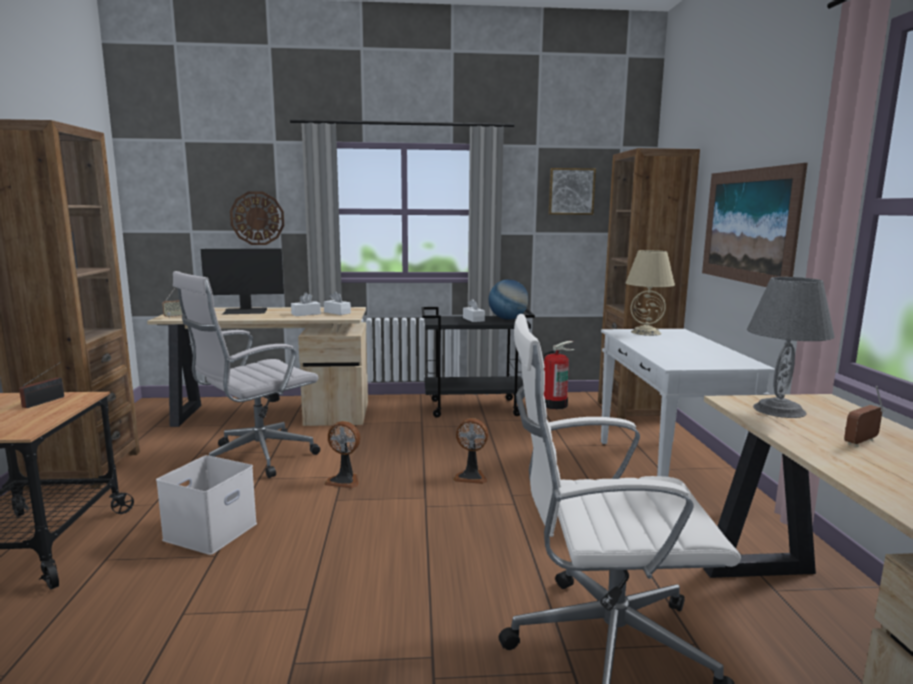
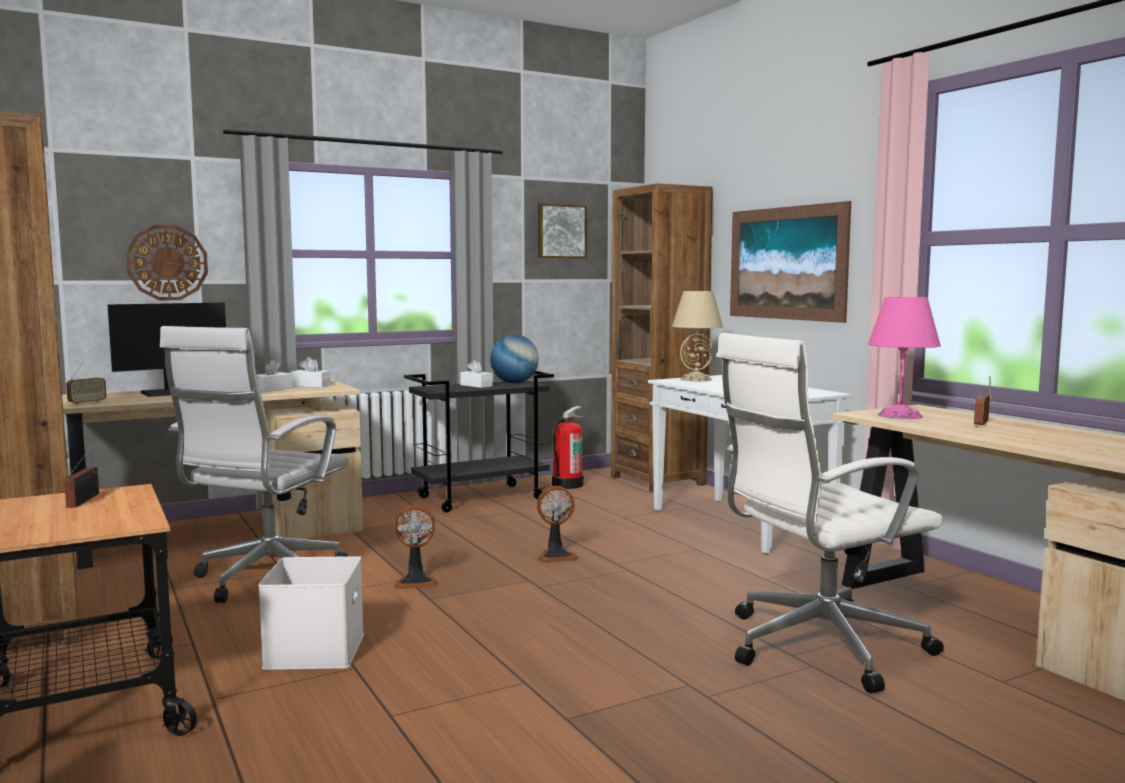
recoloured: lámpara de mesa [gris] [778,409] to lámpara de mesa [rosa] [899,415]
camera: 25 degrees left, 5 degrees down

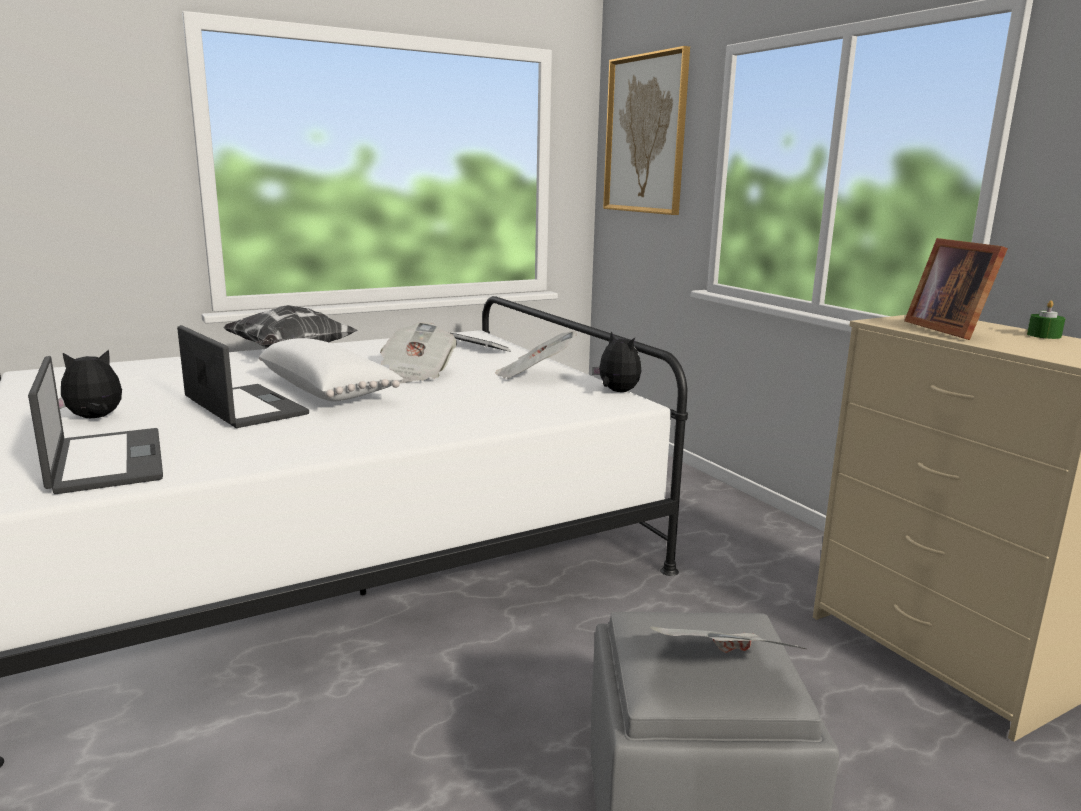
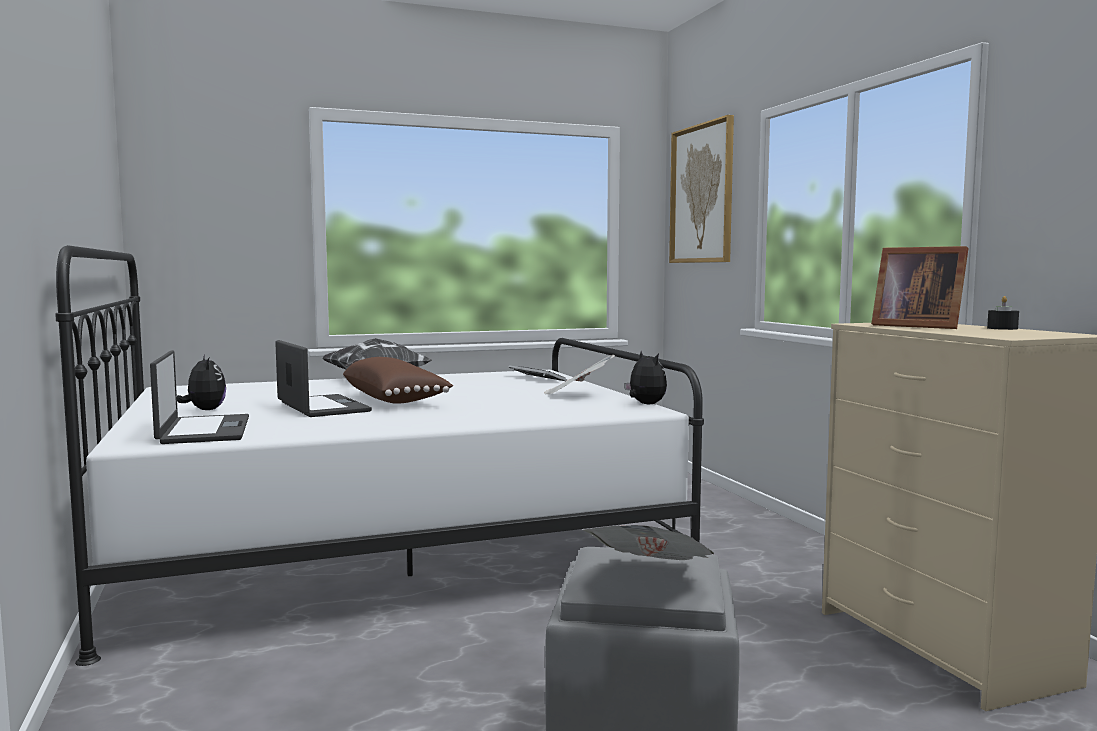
removed: periódico [416,374]
recoloured: cojín [blanco] [328,390] to cojín [marrón] [395,400]; vela [verde] [1043,335] to vela [negro] [1002,328]
turned: peluche [95,418] = [204,410] 75 degrees clockwise; portarretratos [949,330] = [915,326] 45 degrees counterclockwise
camera: 10 degrees right, 10 degrees down

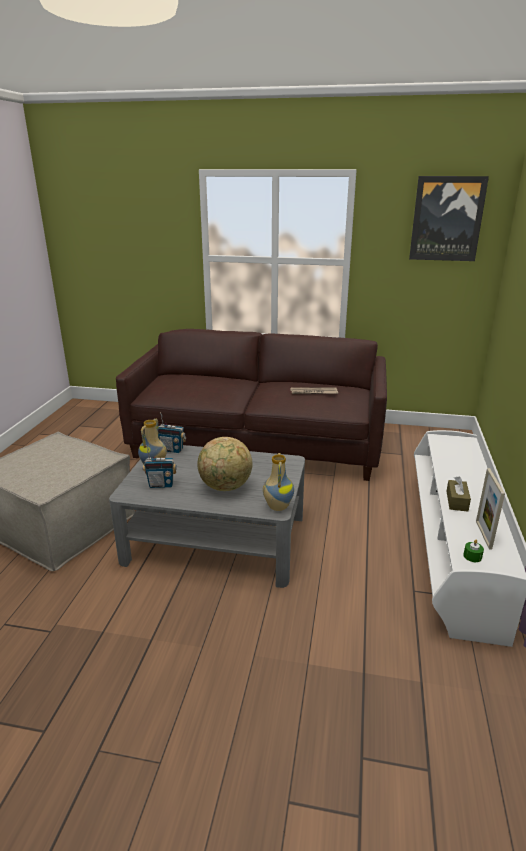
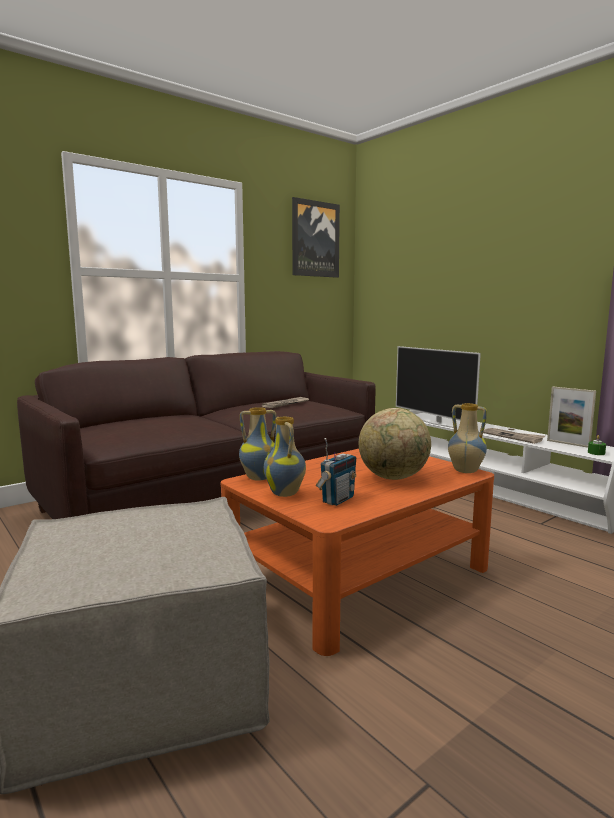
added: televisor [435,423]
replaced: radio [172,450] to florero [259,477]; caja de pañuelos [marrón] [457,501] to periódico [512,437]
recoloured: mesa de centro [gris] [216,538] to mesa de centro [naranja] [358,573]
camera: 50 degrees left, 15 degrees down

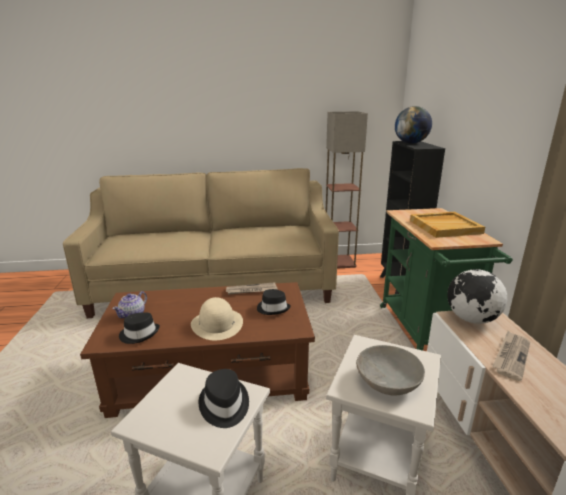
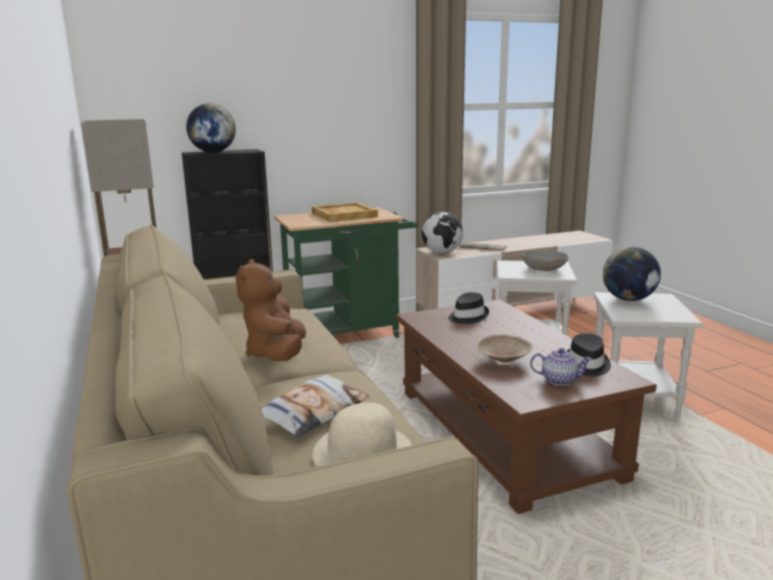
removed: periódico [251,290]
added: peluche [marrón] [276,354]; cojín [313,412]; cuenco [beis] [503,360]
moved: sombrero [beis] [217,324] to [362,450]
replaced: sombrero [negro] [224,405] to globo terráqueo [628,299]
camera: 105 degrees left, 5 degrees down

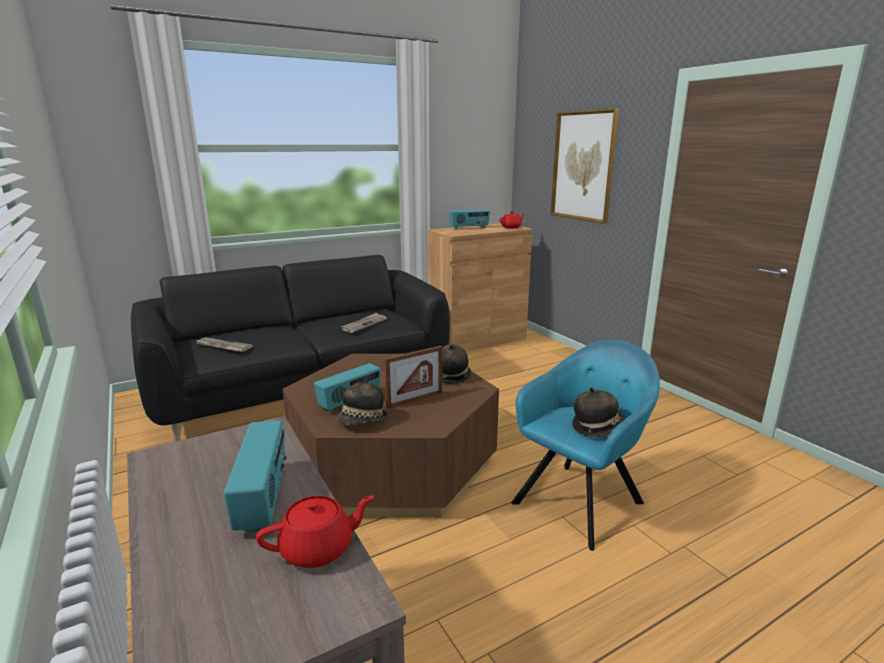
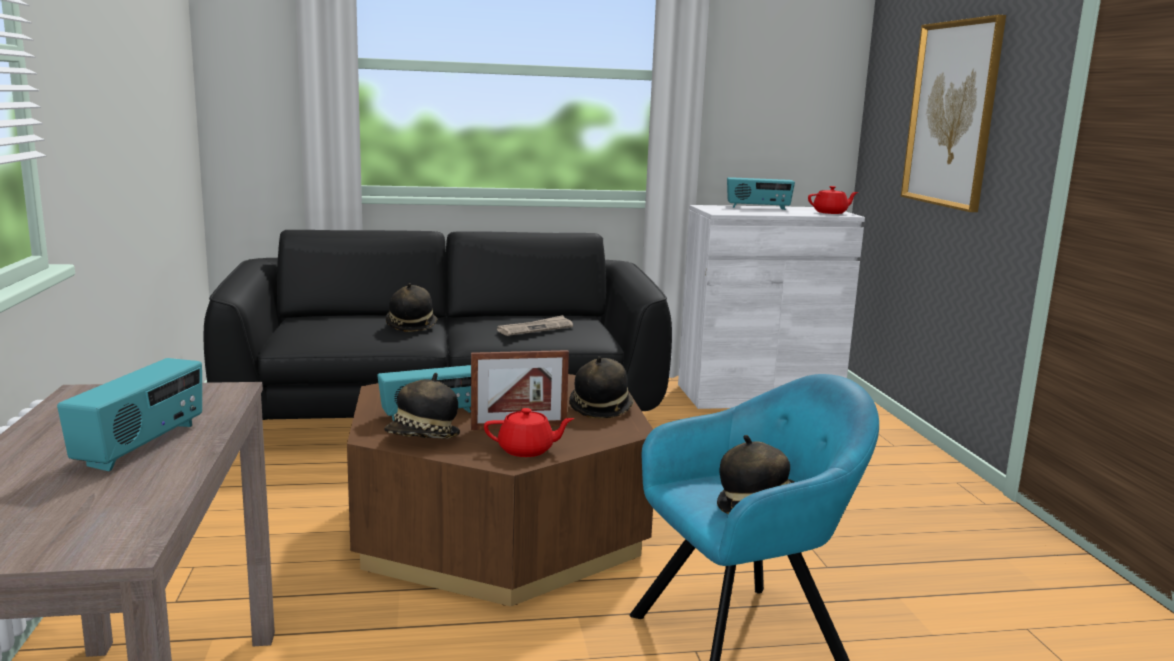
removed: periódico [222,346]
added: sombrero [411,326]
moved: tetera [rojo] [318,549] to [527,450]
recoloured: armario [marrón] [477,339] to armario [blanco] [758,395]
camera: 20 degrees right, 5 degrees down

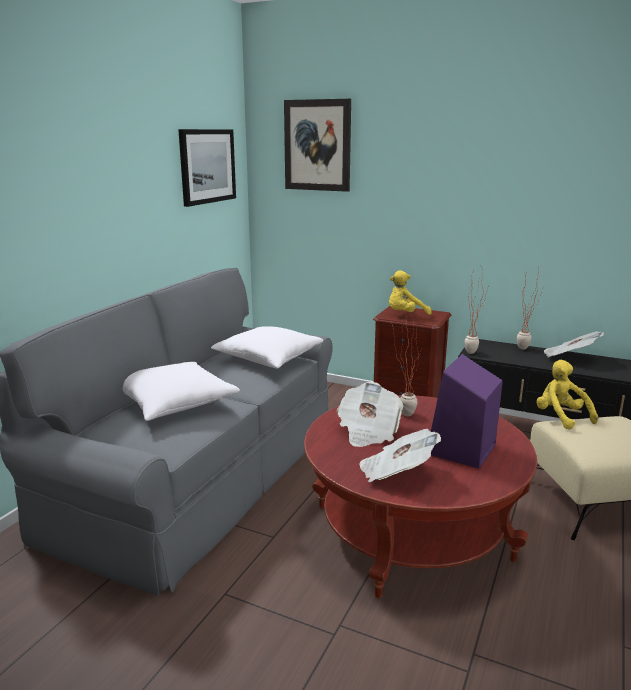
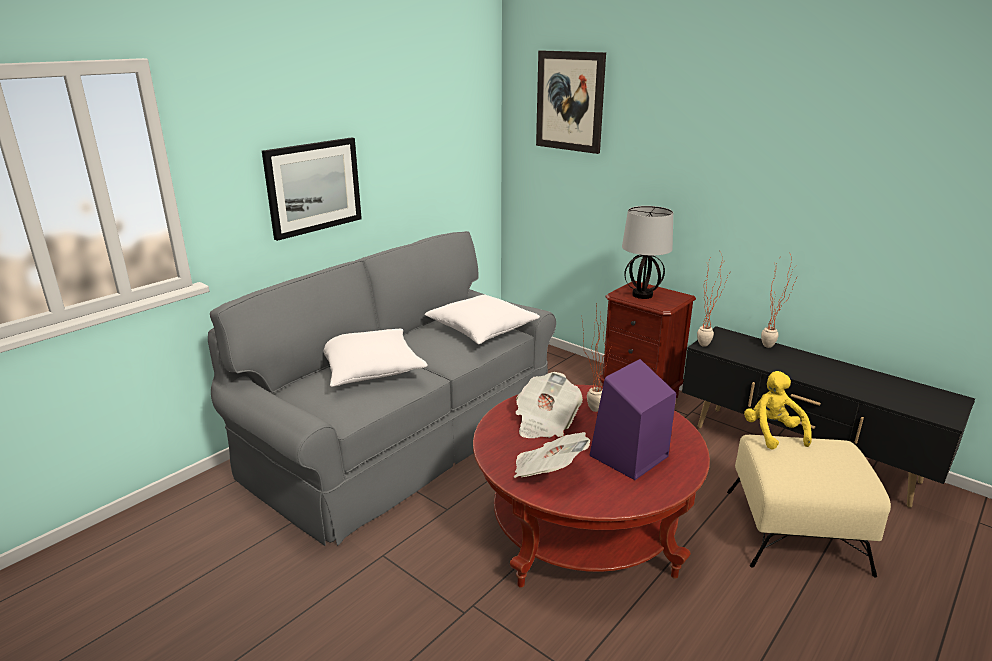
removed: periódico [569,357]
moved: cuadro [207,166] to [313,187]
replaced: peluche [amarillo] [405,315] to lámpara de mesa [641,295]
camera: 15 degrees right, 5 degrees up

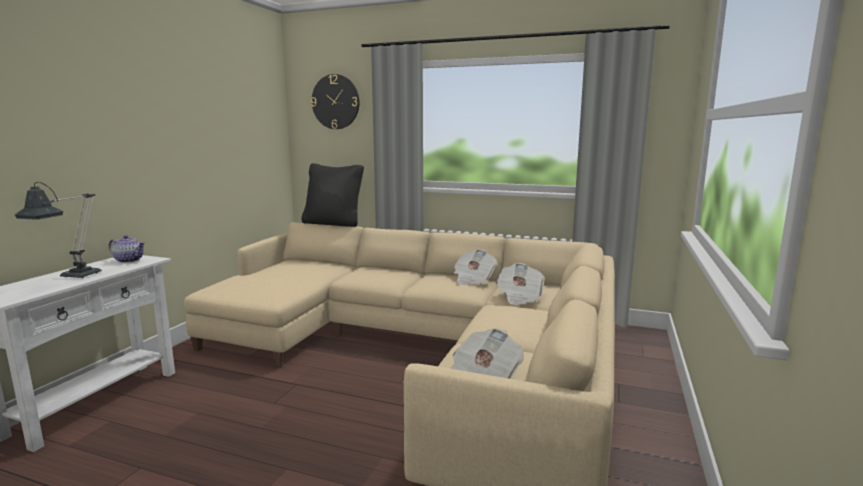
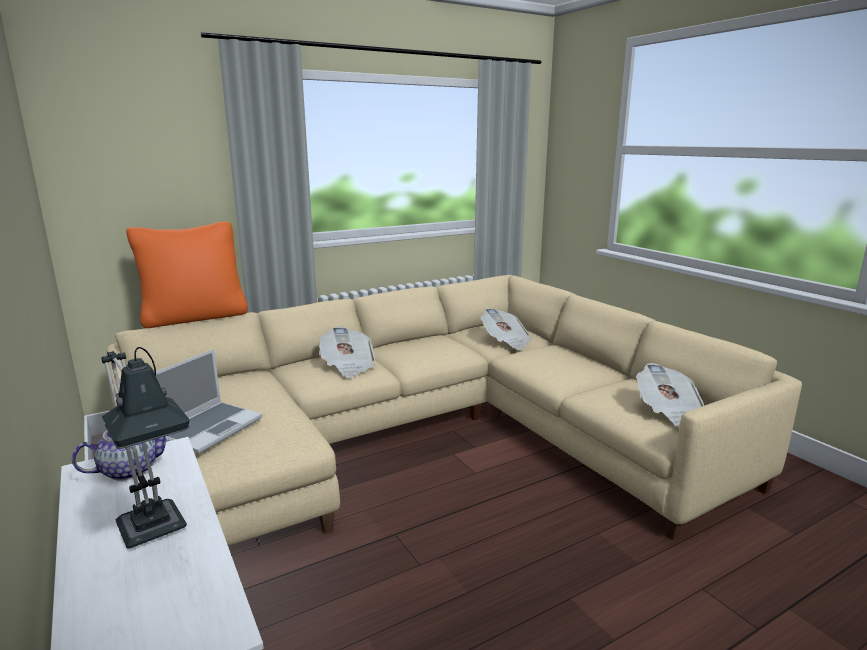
removed: reloj de pared [335,102]
added: portátil [209,428]
moved: periódico [473,279] to [348,366]
recoloured: cojín [negro] [333,223] to cojín [naranja] [195,317]
camera: 50 degrees left, 5 degrees up

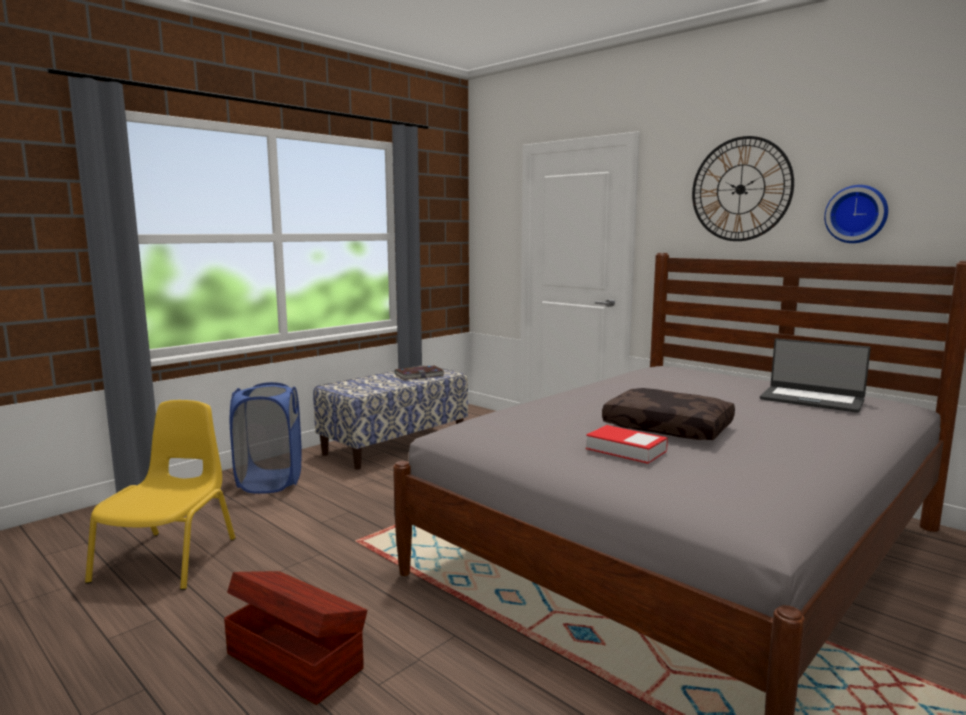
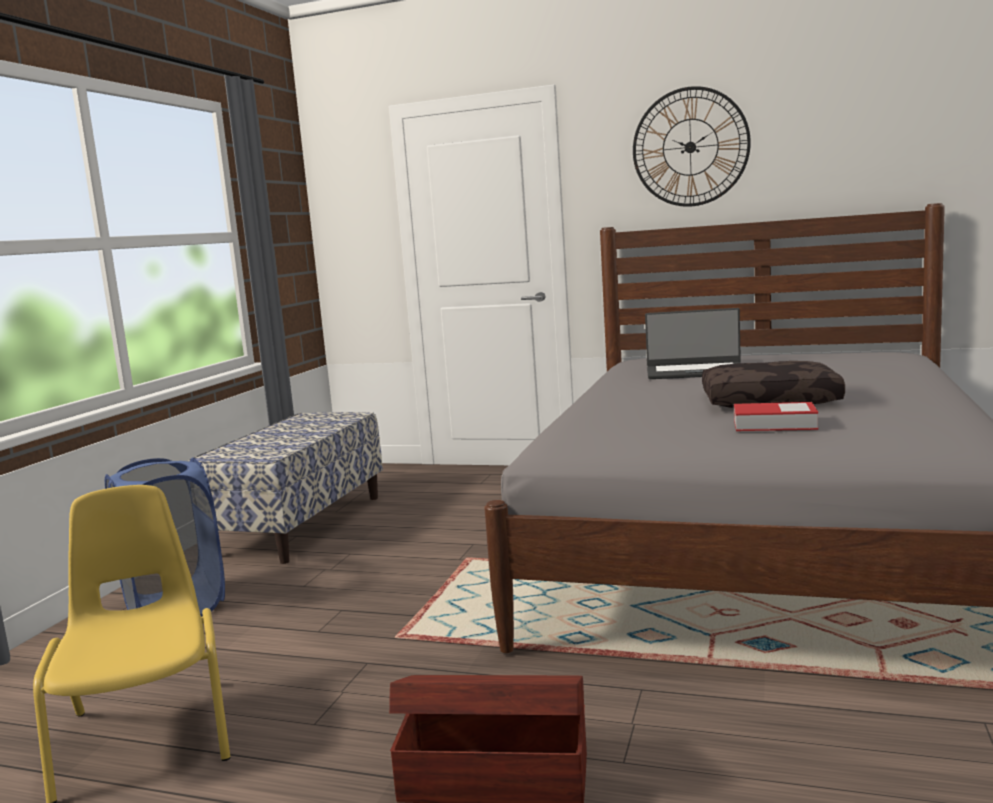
removed: libro [419,375]; reloj de pared [856,214]
moved: portátil [812,399] to [695,372]
camera: 25 degrees left, 0 degrees up

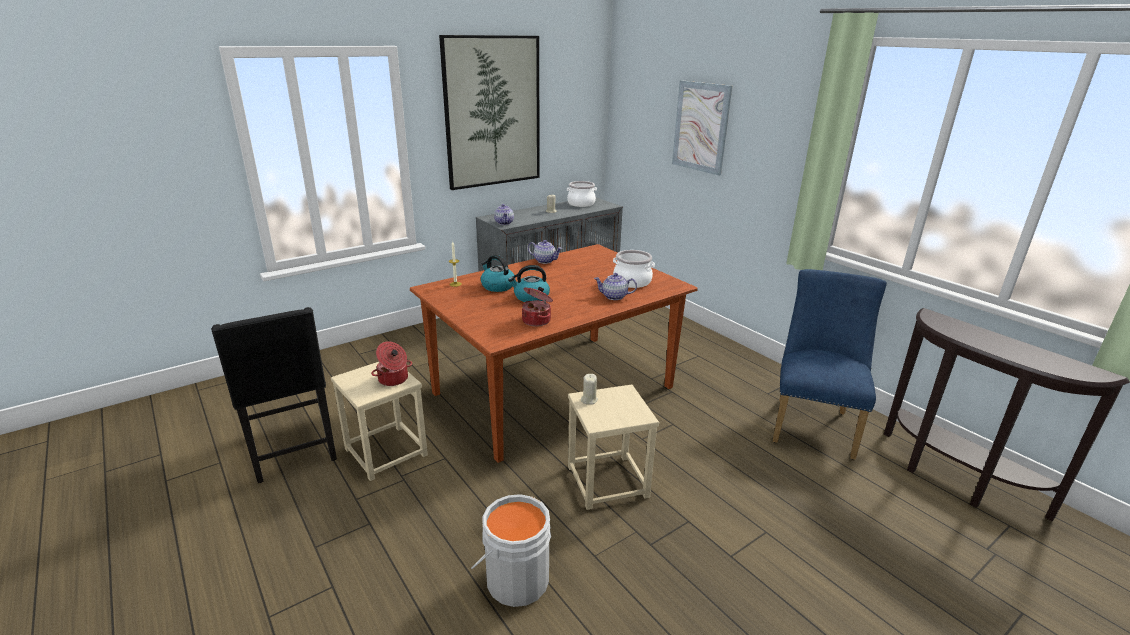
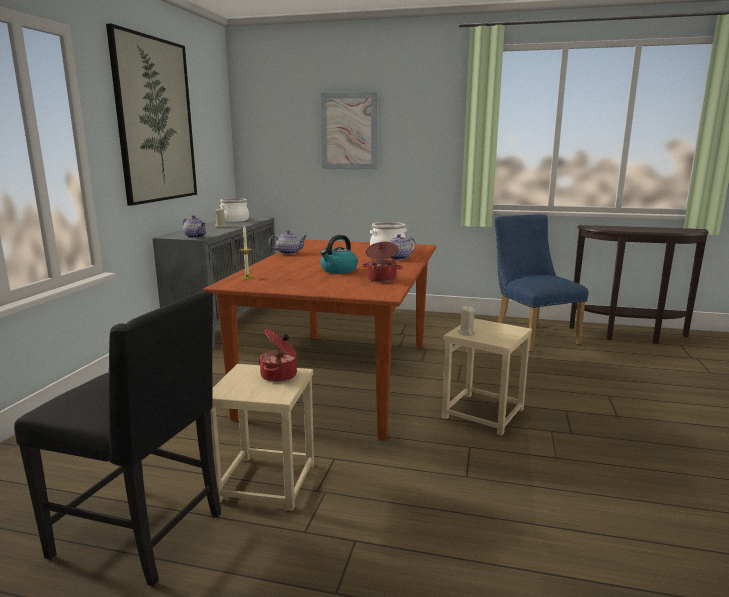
removed: cubo [gris] [515,578]; hervidor [497,286]
camera: 40 degrees left, 10 degrees down

